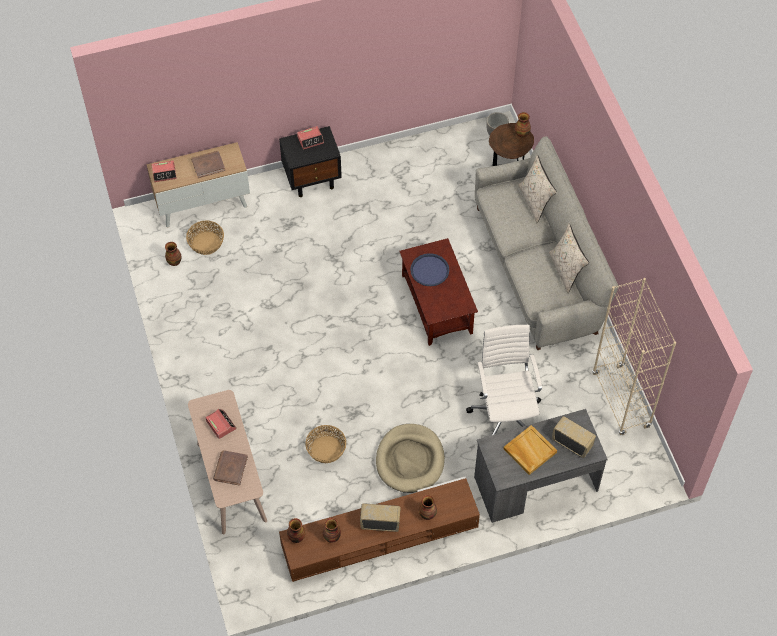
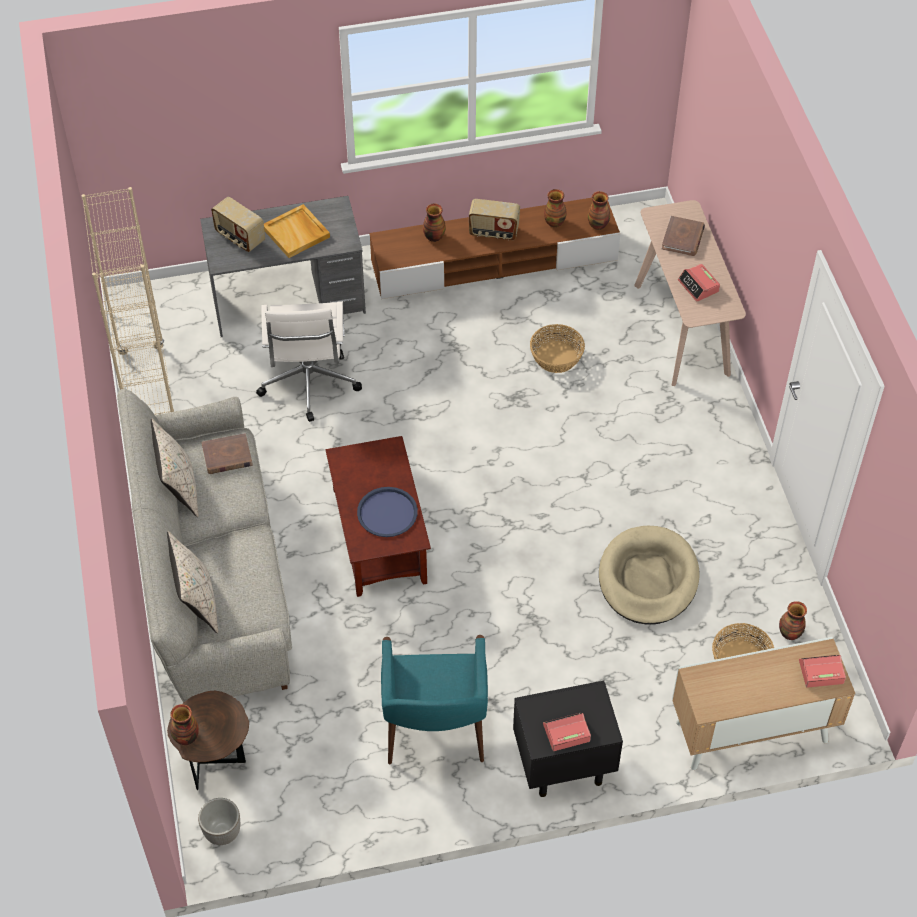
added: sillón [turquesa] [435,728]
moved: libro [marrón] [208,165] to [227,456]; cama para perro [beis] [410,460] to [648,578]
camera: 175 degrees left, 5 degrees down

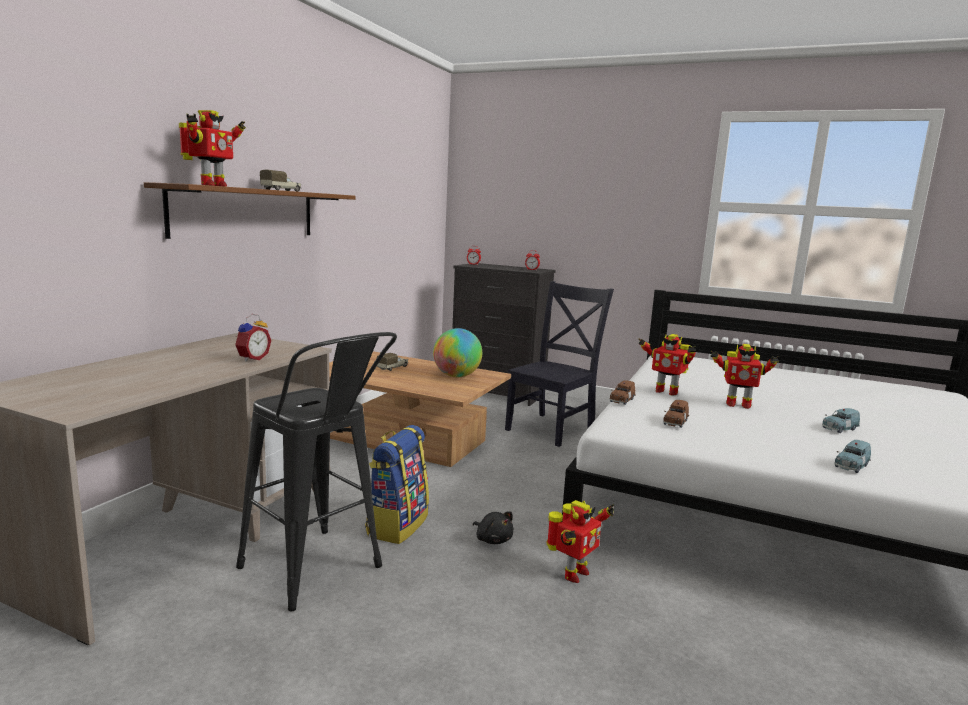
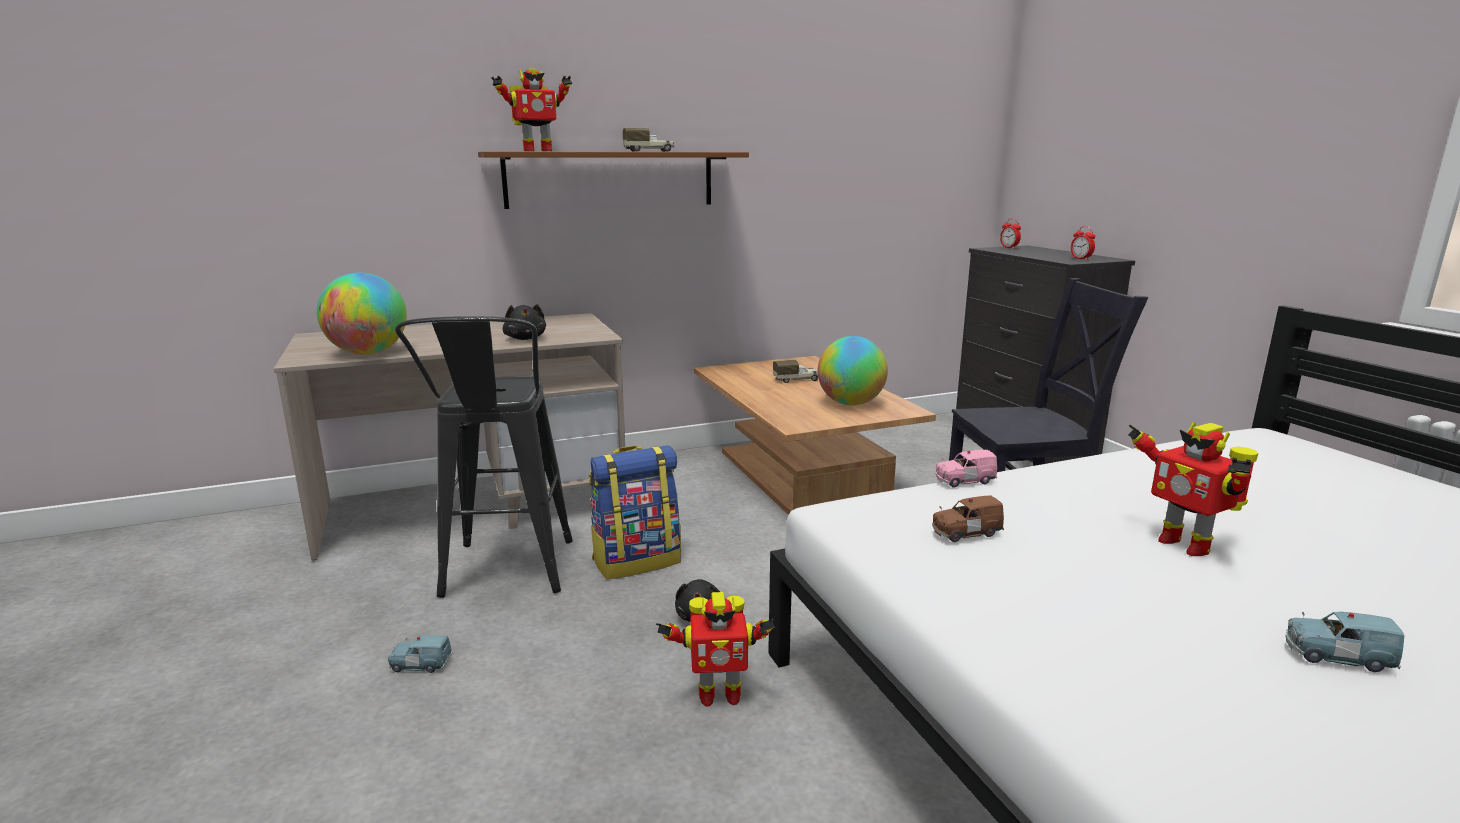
removed: robot de juguete [666,391]
added: globo terráqueo [368,353]
moved: coche de juguete [azul] [851,466] to [420,664]
replaced: despertador [252,359] to peluche [negro] [525,338]
recoloured: coche de juguete [marrón] [621,400] to coche de juguete [rosa] [964,481]
camera: 45 degrees right, 5 degrees up

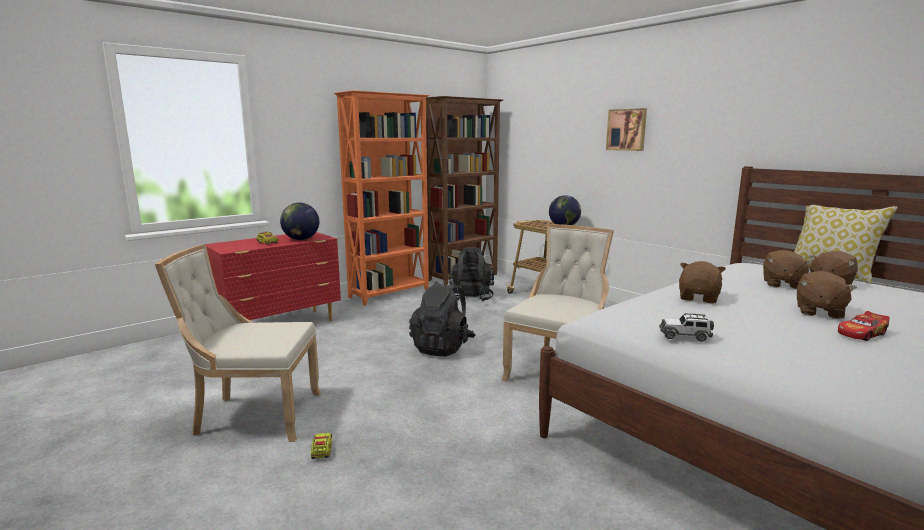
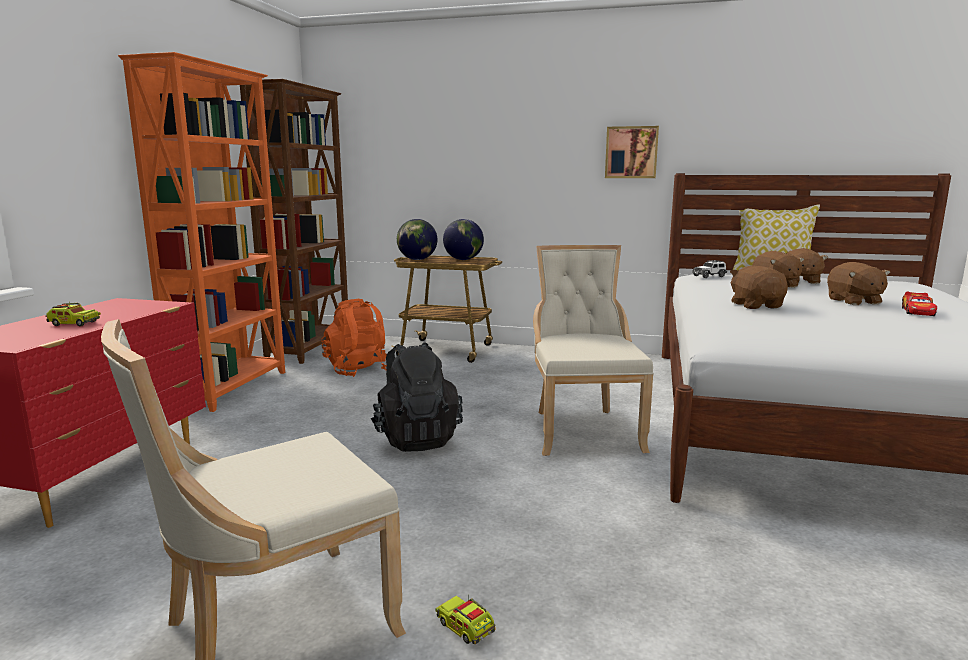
moved: globo terráqueo [301,239] to [417,259]; cuadro [627,129] to [631,152]; coche de juguete [685,336] to [709,276]
recoloured: mochila [negro] [471,298] to mochila [naranja] [359,371]
camera: 35 degrees left, 0 degrees up

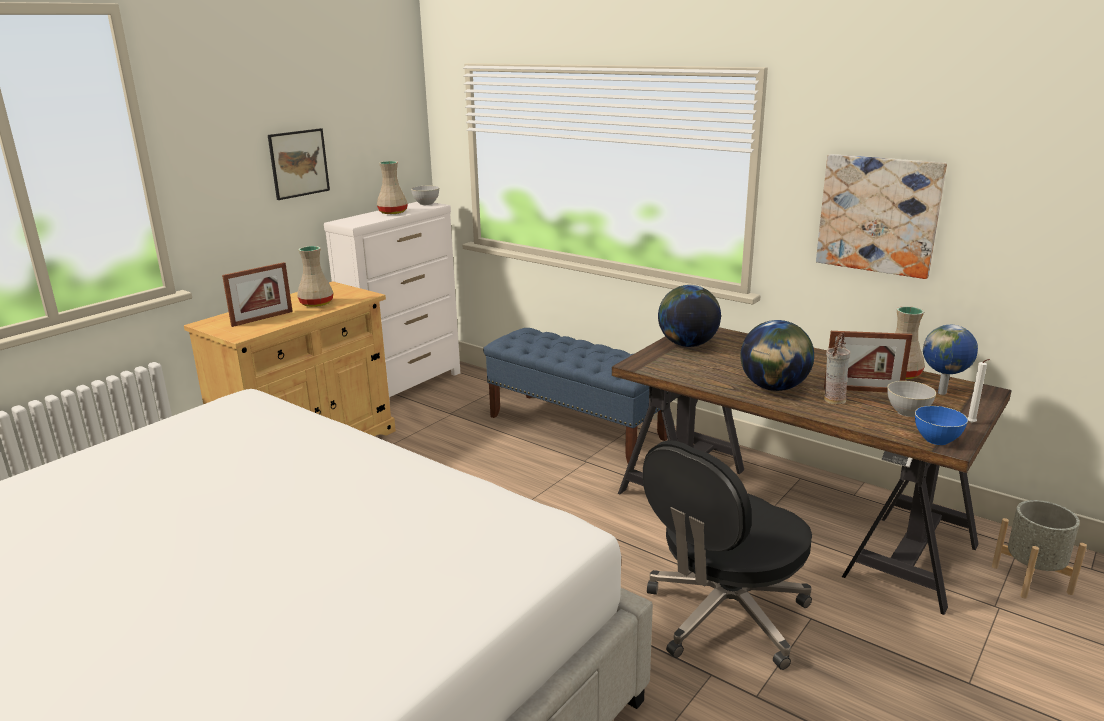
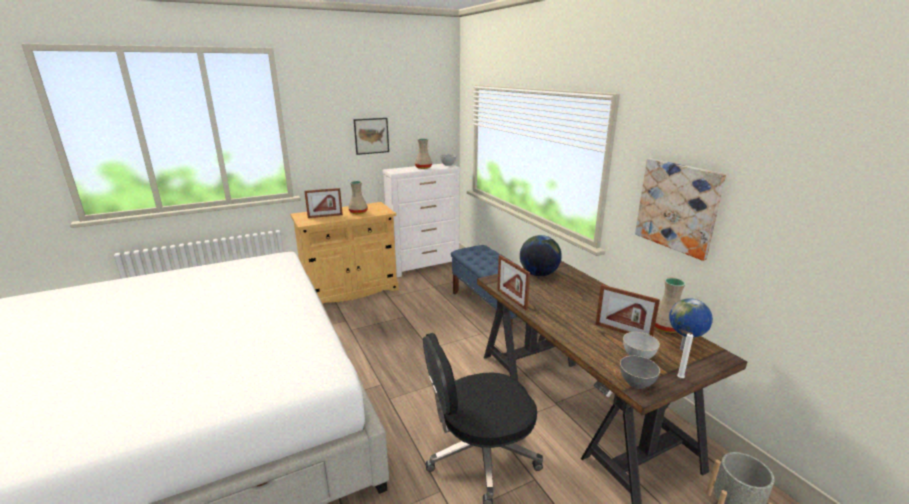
removed: globo terráqueo [774,388]; florero [833,400]
added: portarretratos [511,299]
recoloured: cuenco [azul] [936,440] to cuenco [gris] [636,383]
camera: 25 degrees right, 0 degrees up

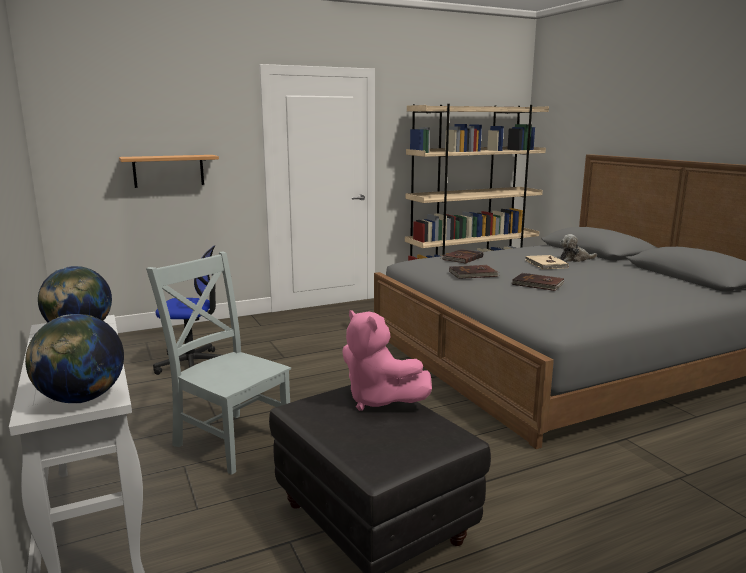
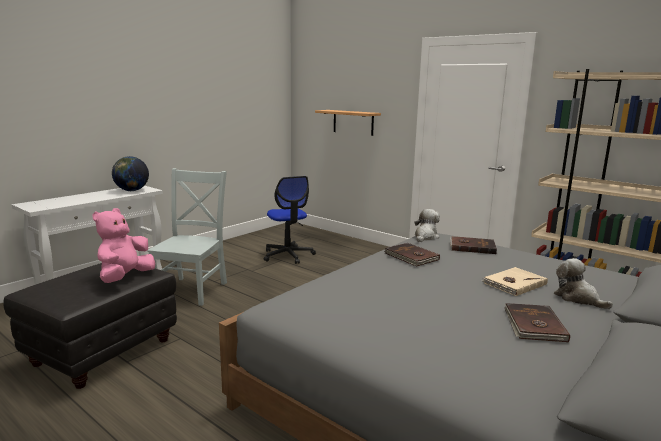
removed: globo terráqueo [81,399]
added: peluche [425,237]
moved: libro [marrón] [538,284] to [533,325]
camera: 65 degrees right, 0 degrees up

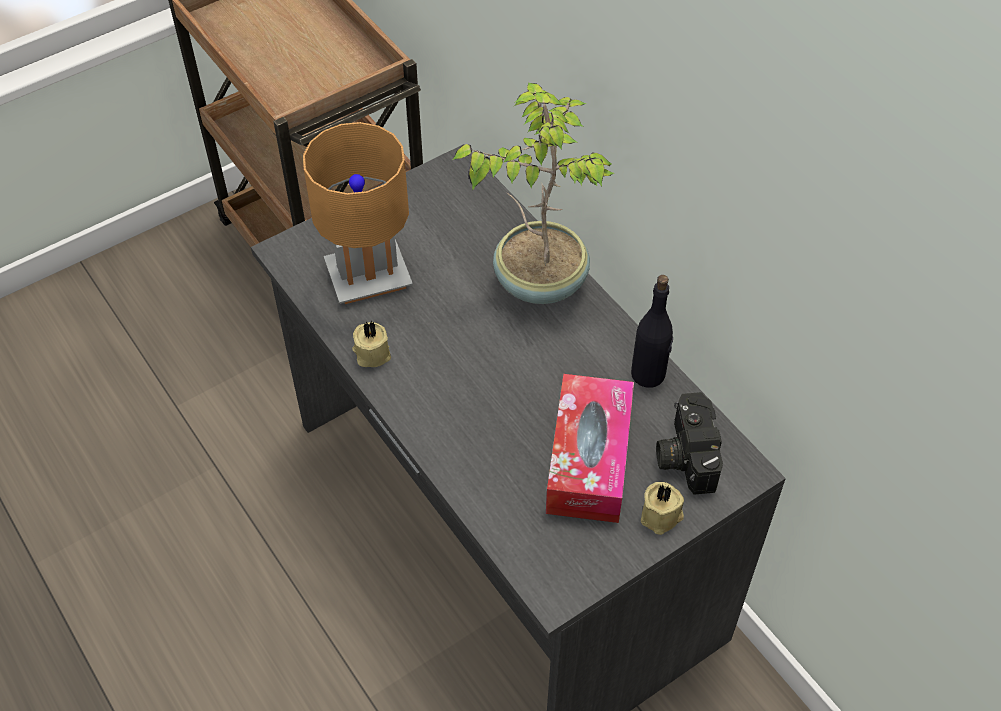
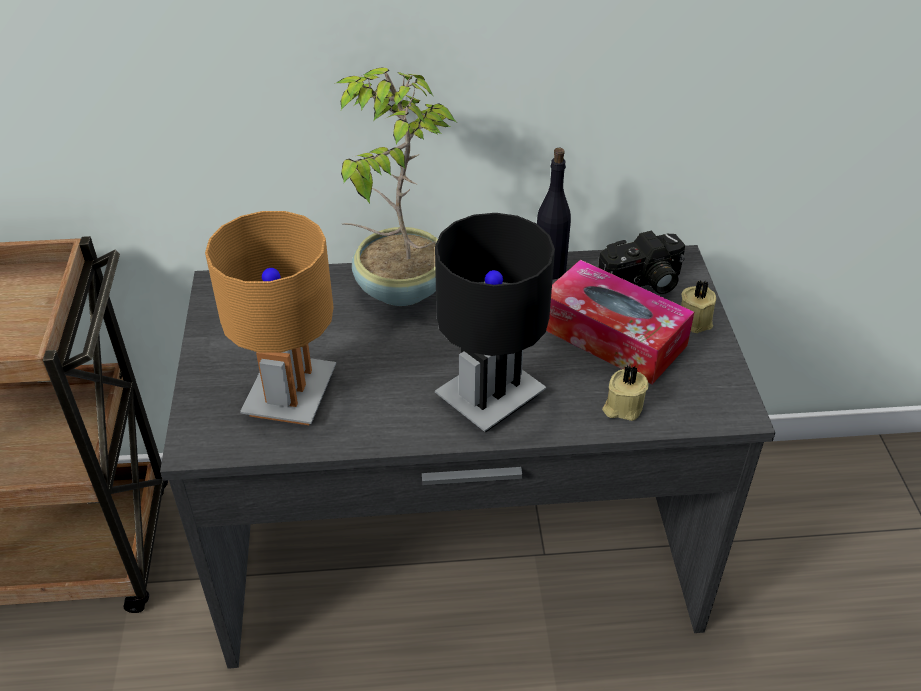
added: lámpara de mesa [negro] [491,398]
moved: vela [beis] [371,353] to [622,407]
turned: cámara [684,454] = [642,283] 45 degrees counterclockwise
camera: 60 degrees left, 10 degrees down

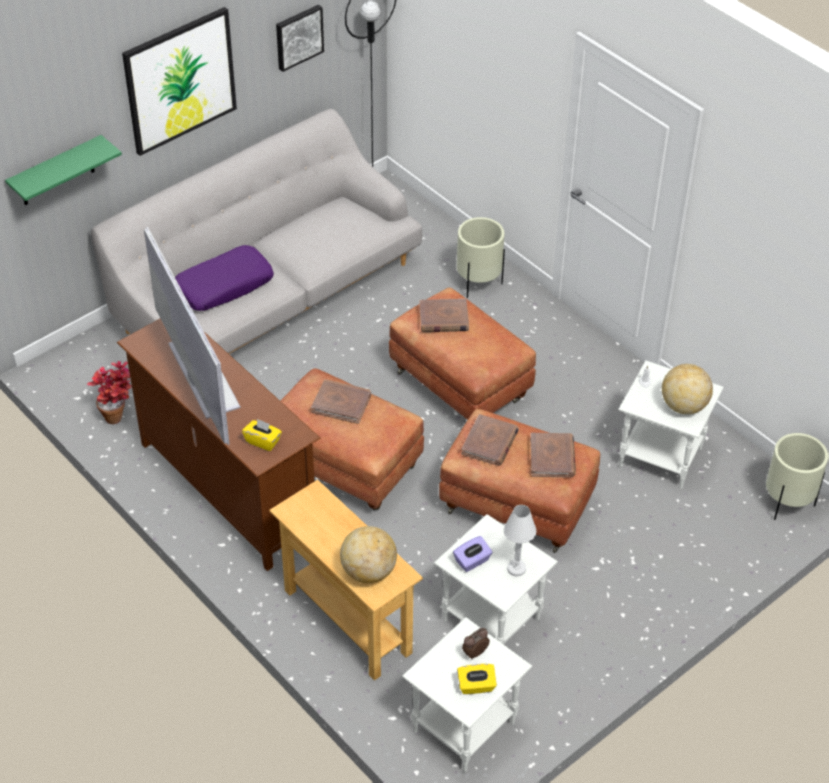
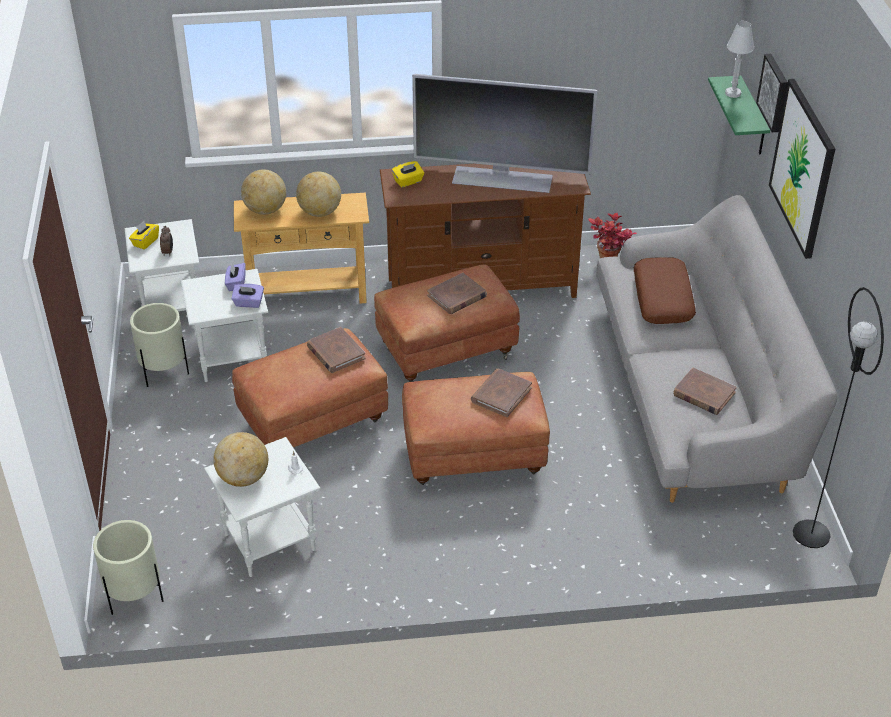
added: caja de pañuelos [morado] [248,303]; globo terráqueo [320,212]
moved: cuadro [298,36] to [774,92]; maceta [beis] [478,283] to [164,373]; lámpara de mesa [blanco] [516,569] to [733,93]; libro [marrón] [552,457] to [703,394]
recoloured: cojín [morado] [224,286] to cojín [marrón] [663,299]
camera: 125 degrees right, 5 degrees down

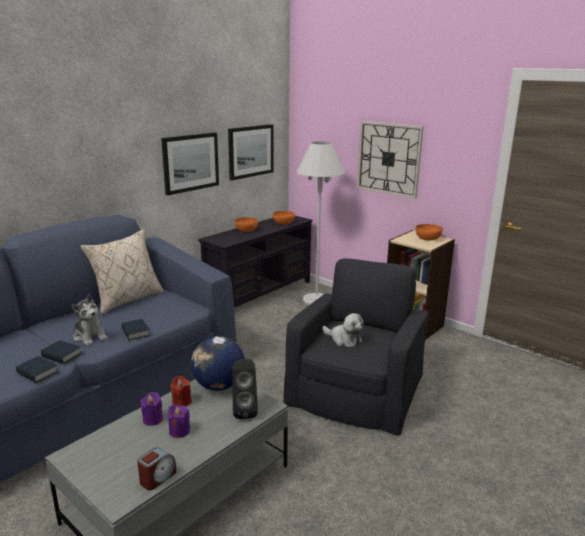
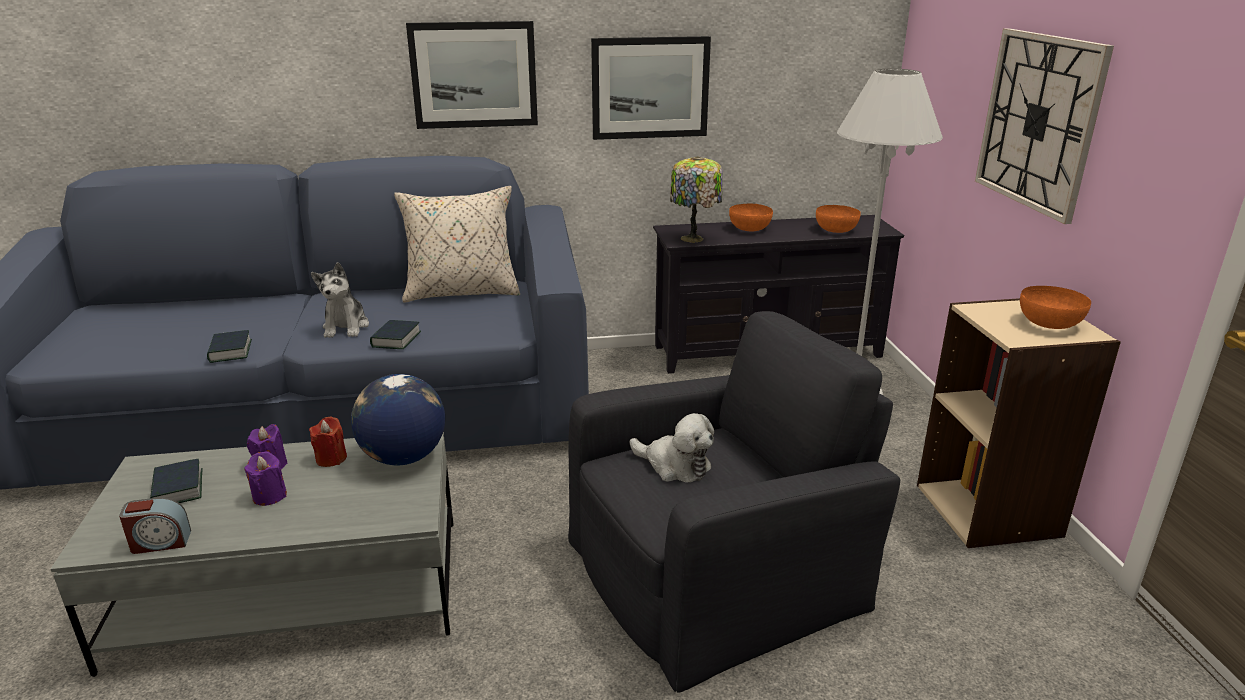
removed: altavoz [negro] [244,410]
added: lámpara de mesa [694,239]
moved: libro [61,355] to [178,489]; cuadro [250,151] to [474,75]
turned: peluche [344,339] = [675,465] 45 degrees counterclockwise
camera: 40 degrees right, 5 degrees up

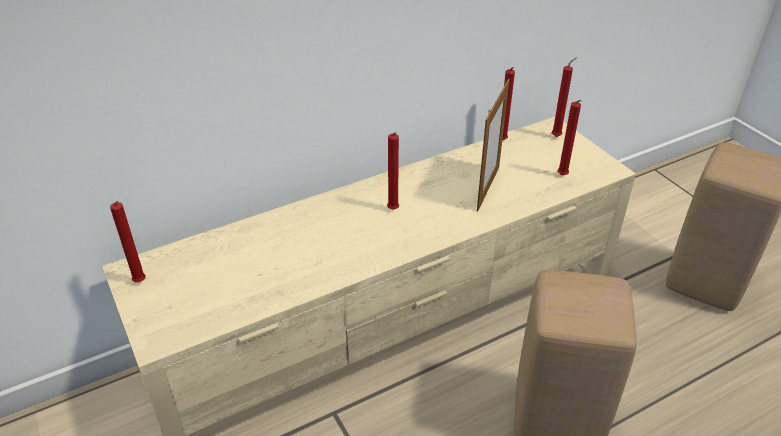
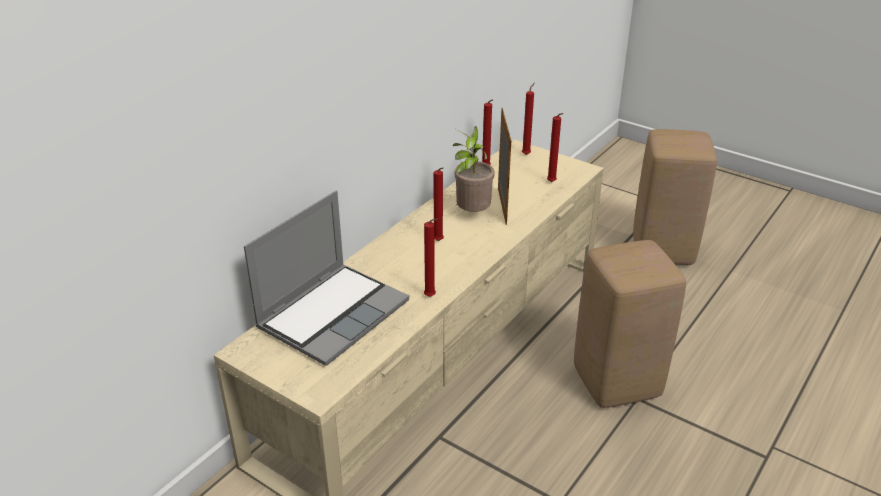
added: portátil [333,313]; planta en maceta [471,214]
moved: vela [rojo] [140,283] to [431,297]
camera: 25 degrees left, 5 degrees down

